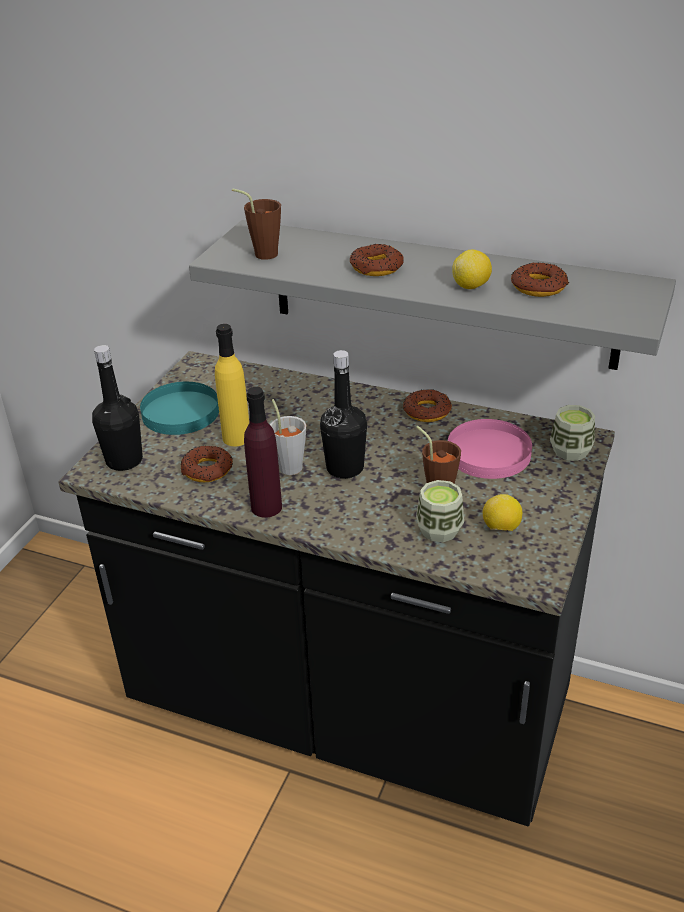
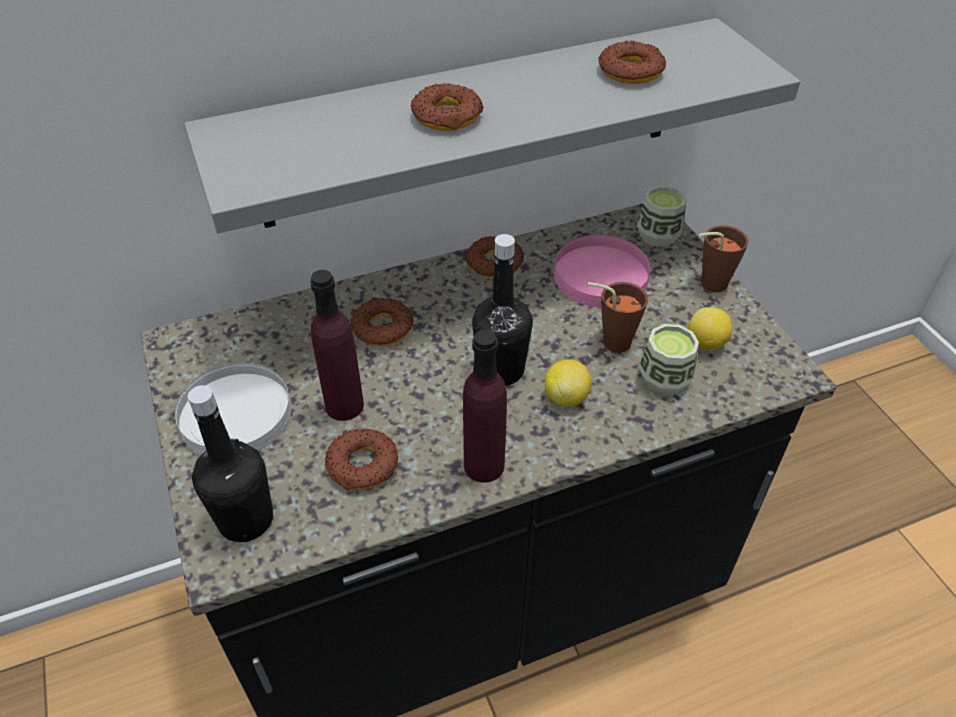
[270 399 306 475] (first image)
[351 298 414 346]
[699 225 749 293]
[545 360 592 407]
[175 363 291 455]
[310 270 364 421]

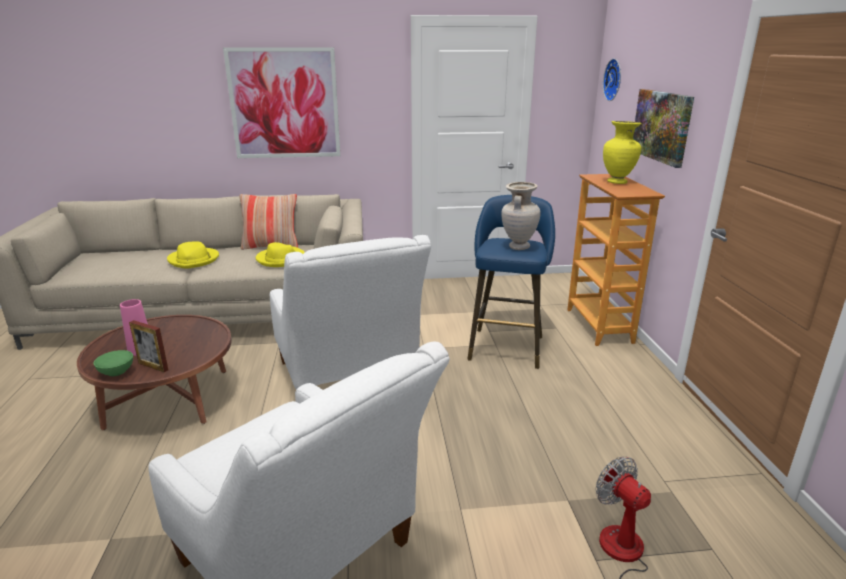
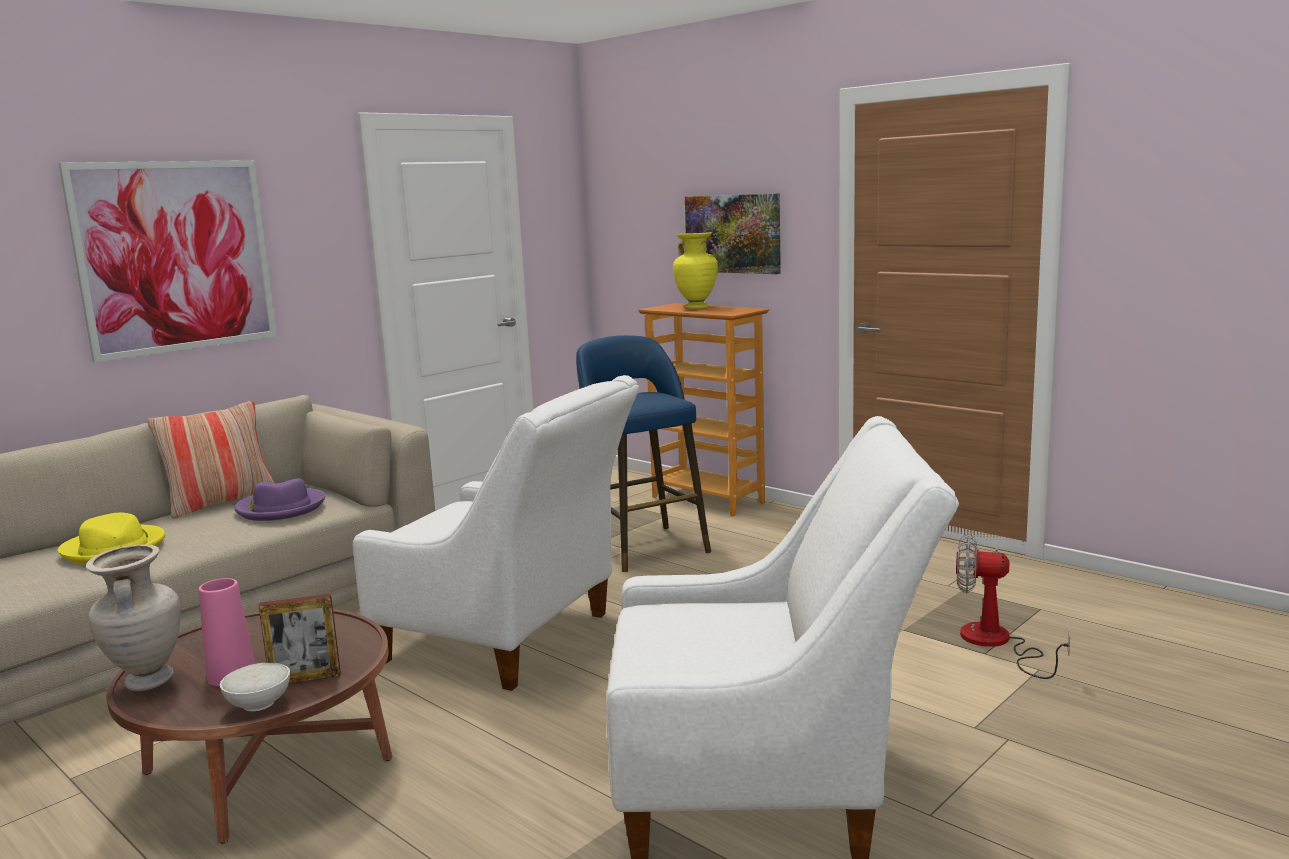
[603 58 621 101] (first image)
[86 544 181 691]
[220 663 290 711]
[234 479 326 521]

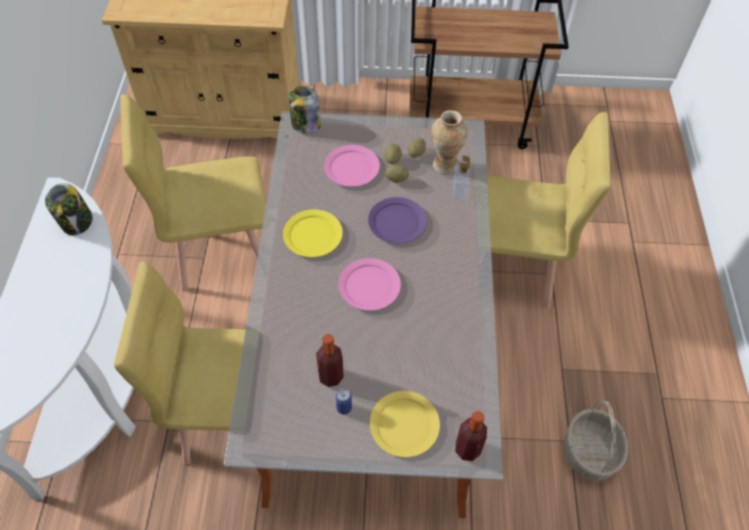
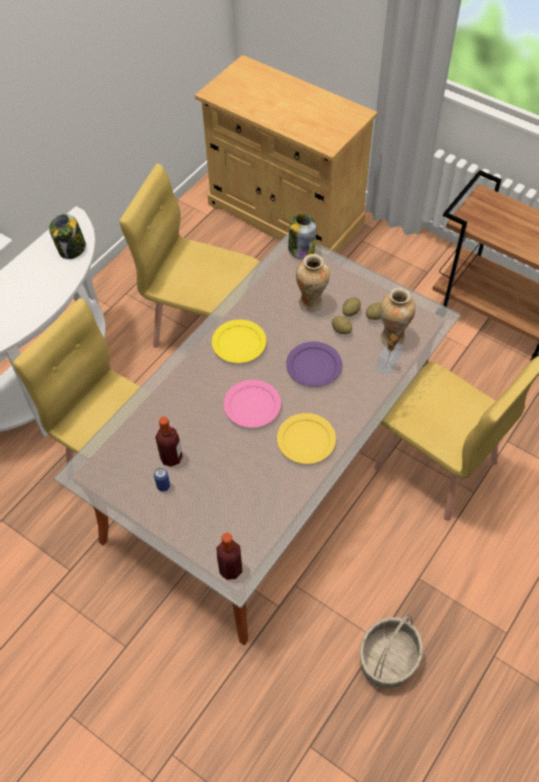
[277 413 336 464]
[296 254 330 312]

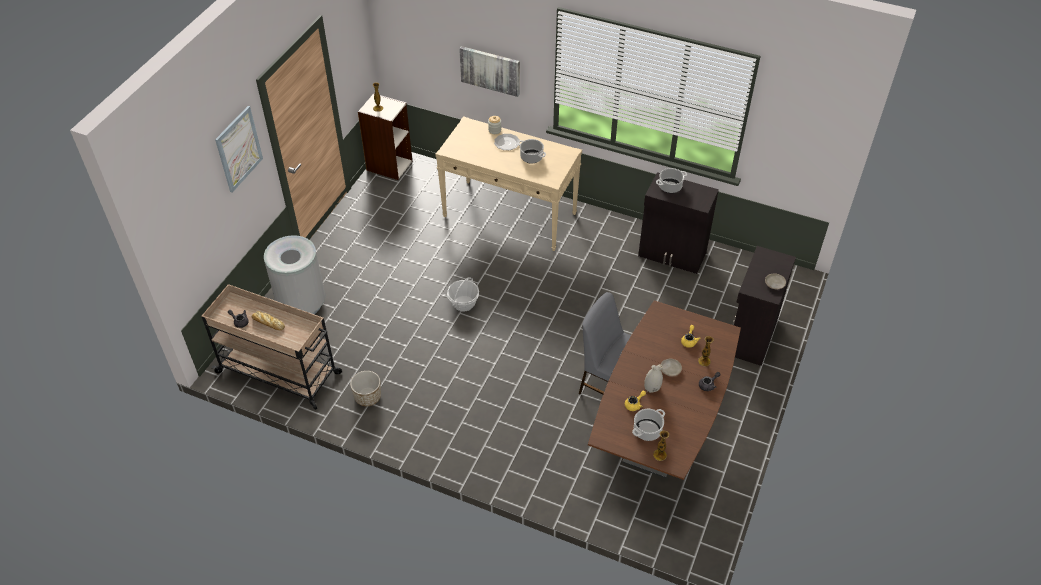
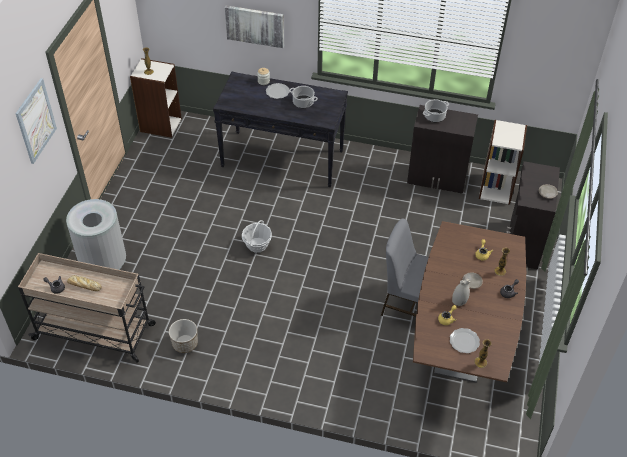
[479 120 527 205]
[450 328 480 353]
[213 71 348 187]

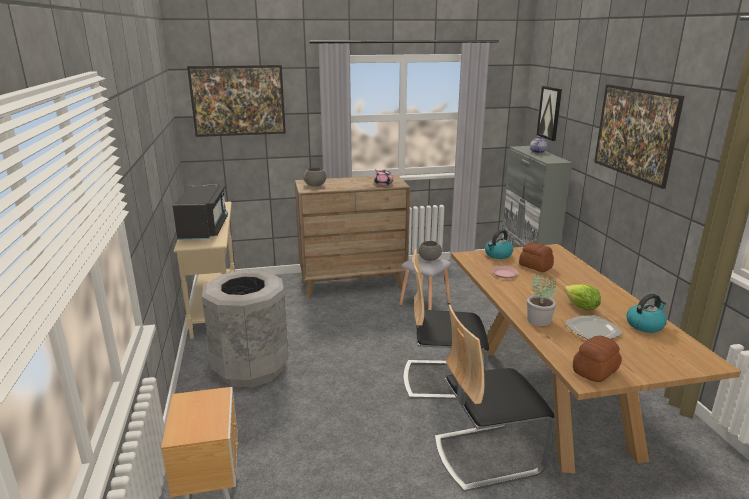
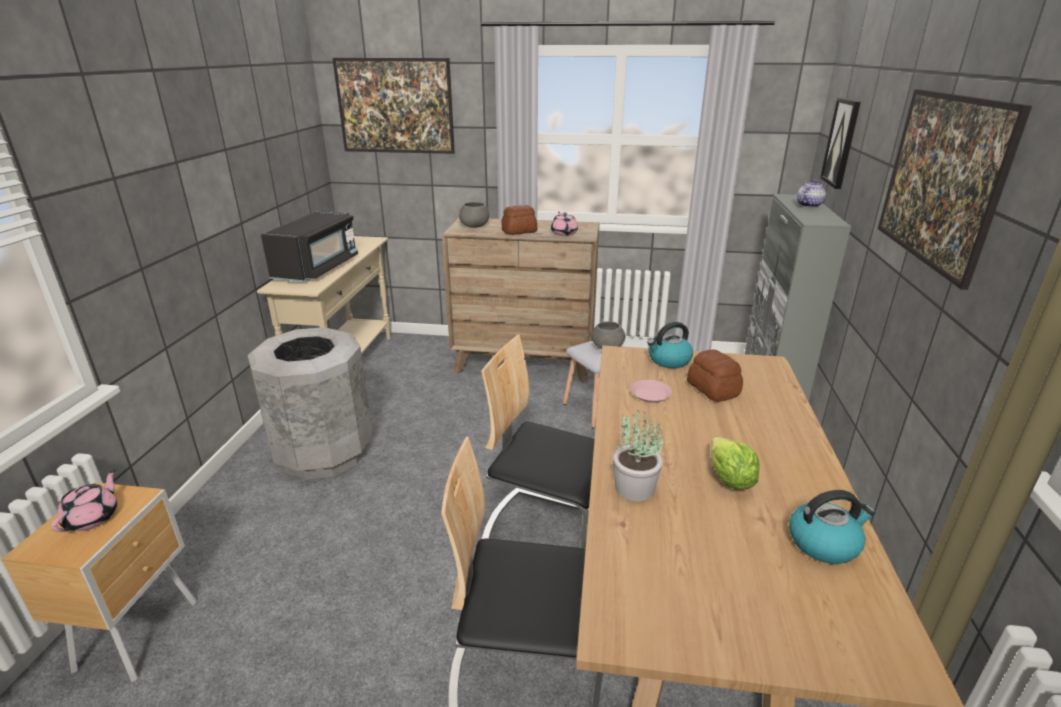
[565 315 622 339] (first image)
[51 469 117 532]
[501 205 537 235]

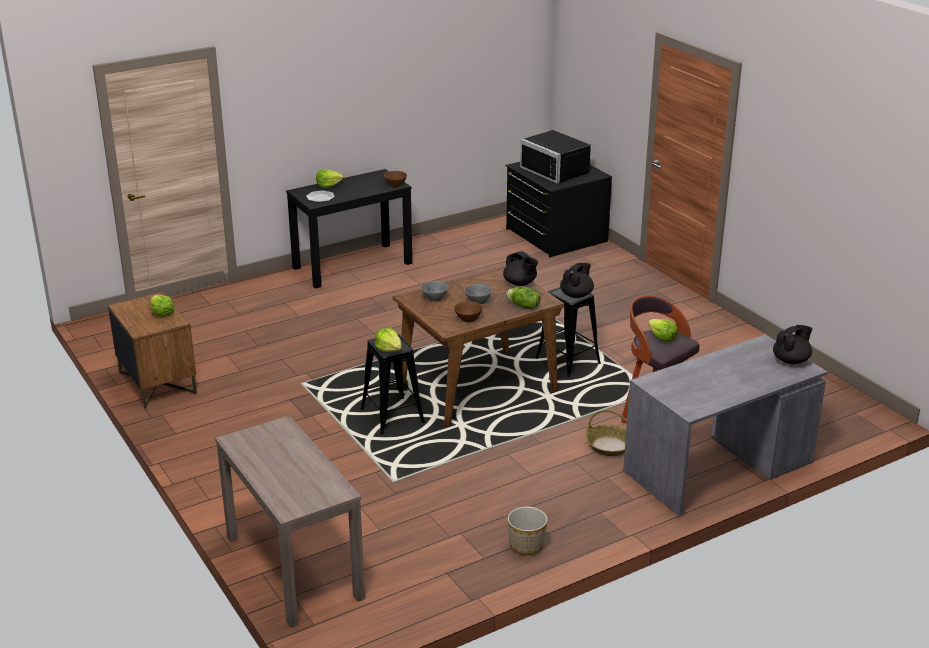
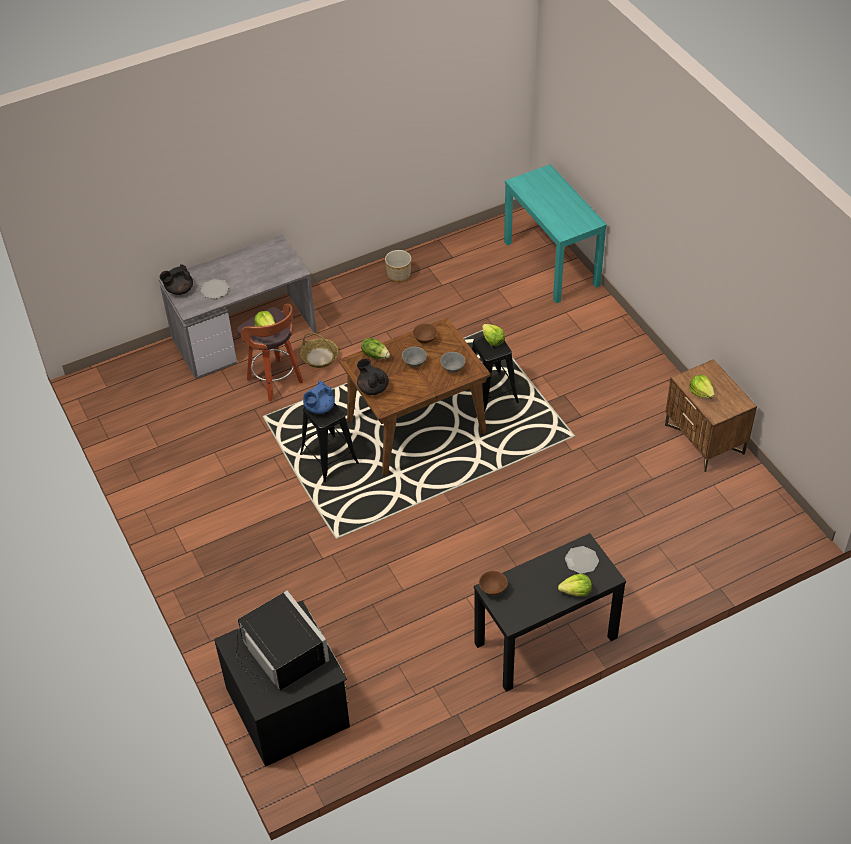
[200 279 229 299]
[504 164 607 303]
[303 381 335 414]

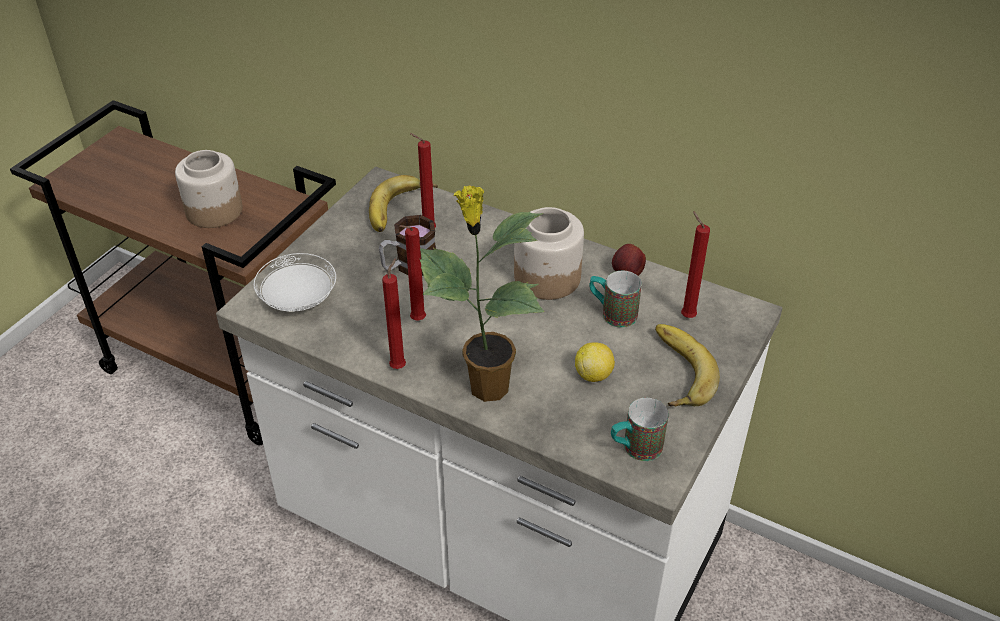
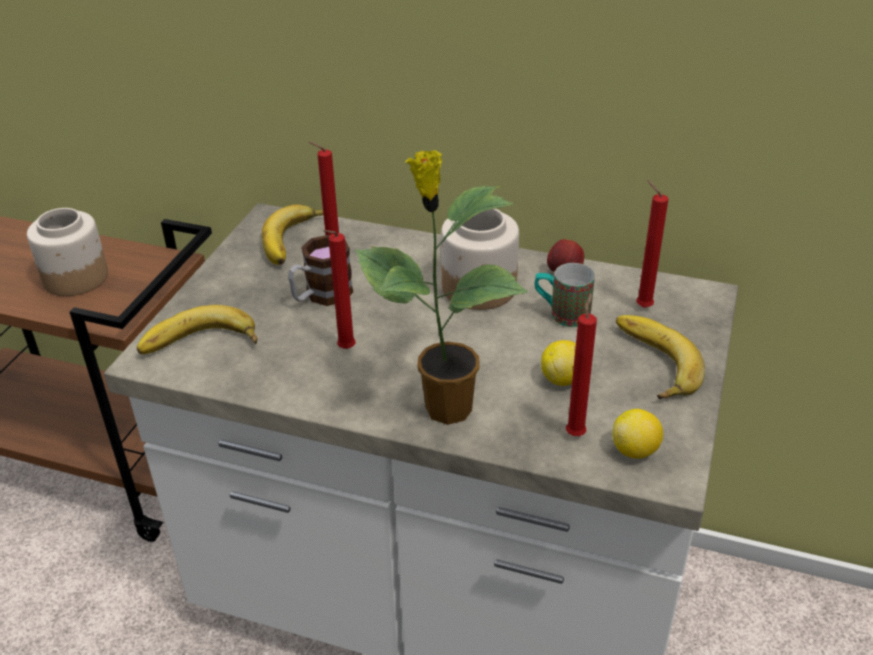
[566 293 597 436]
[137 305 258 354]
[612 409 663 459]

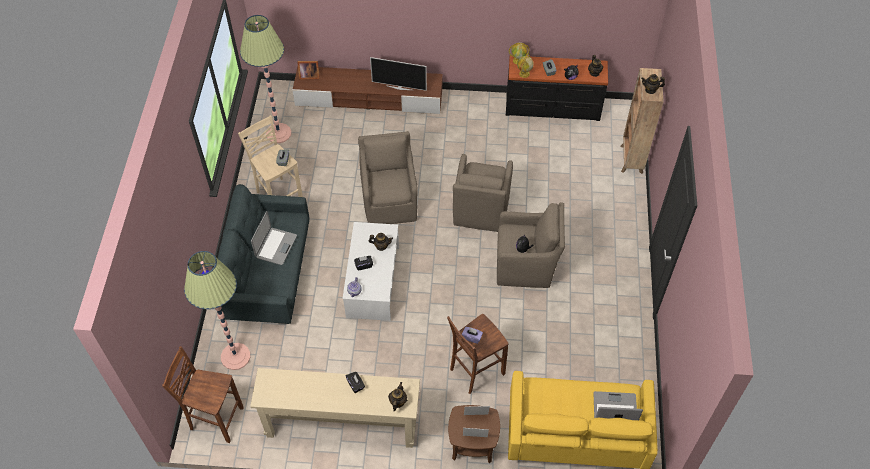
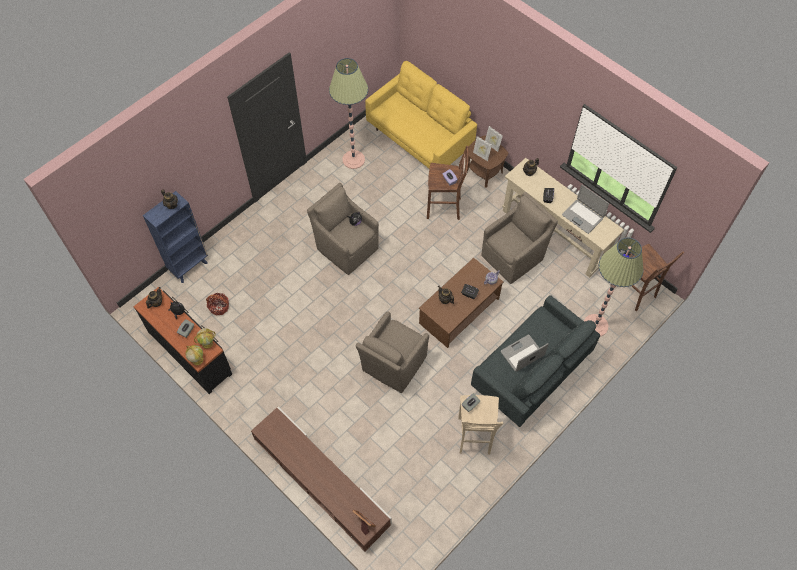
[370 57 427 91] (first image)
[206 293 229 316]
[329 58 368 169]
[481 192 558 284]
[562 185 609 234]
[419 258 503 348]
[143 191 208 283]

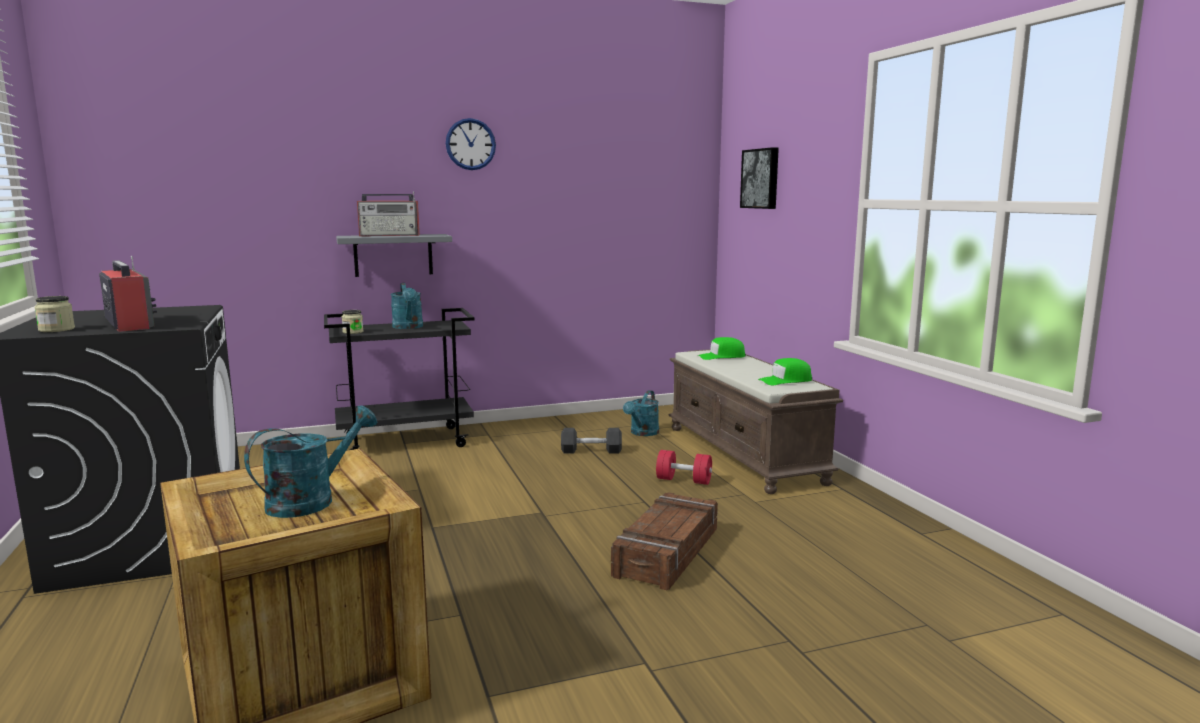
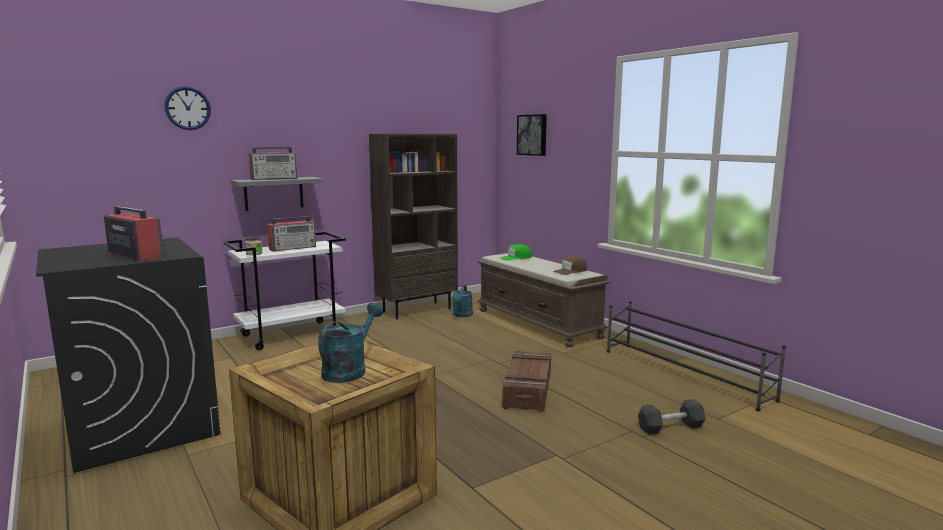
[35 296 75 332] (first image)
[656 450 712 485] (first image)
[369 134 458 319]
[607 301 786 411]
[165 86 211 130]
[638 399 706 435]
[267 215 316 252]
[223 232 346 351]
[553 256 587 275]

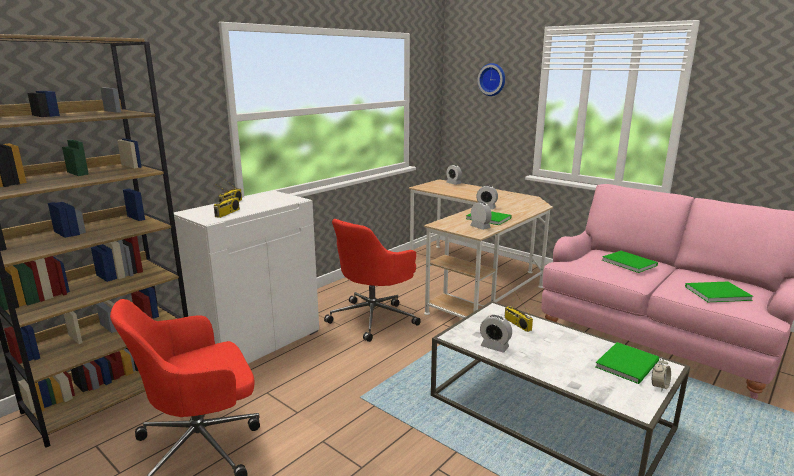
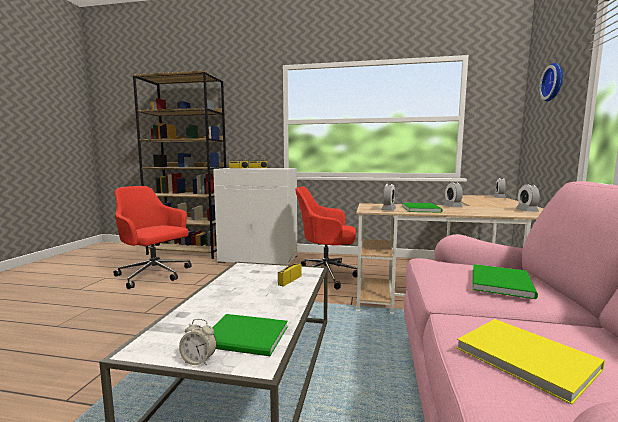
[516 184 540 212]
[457 319 605 405]

